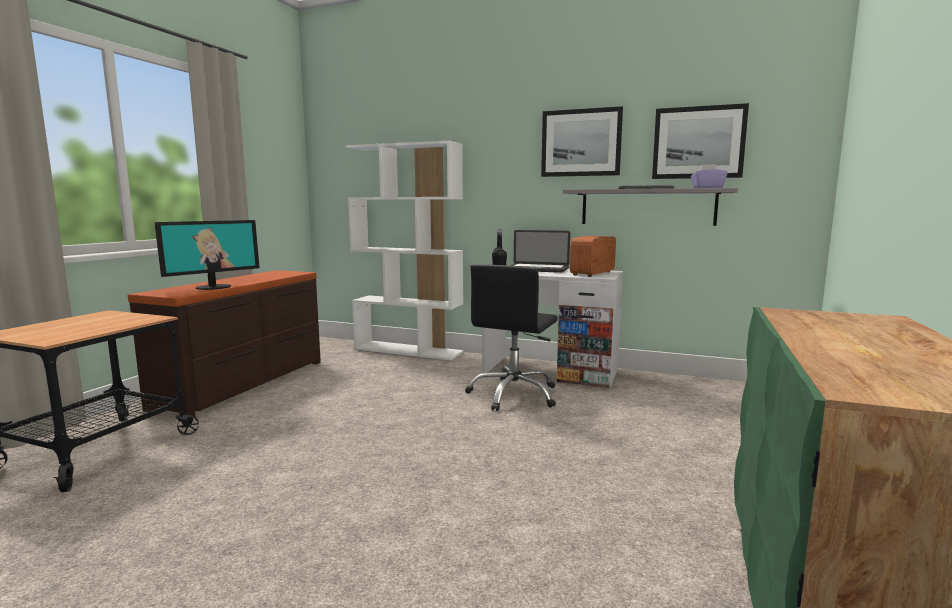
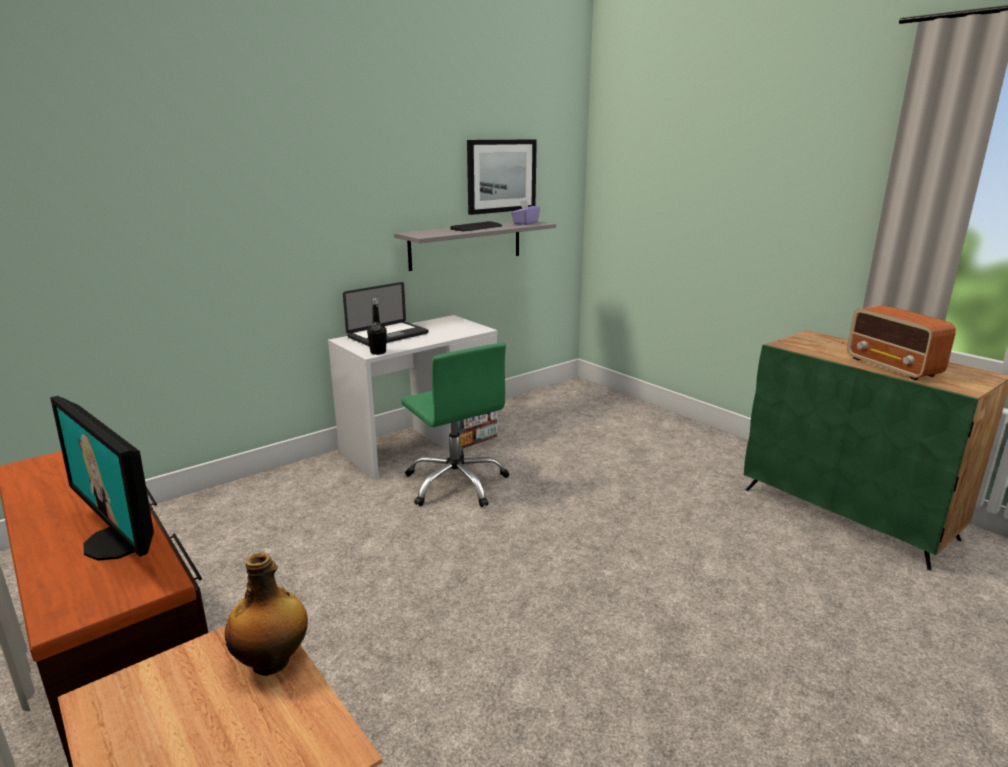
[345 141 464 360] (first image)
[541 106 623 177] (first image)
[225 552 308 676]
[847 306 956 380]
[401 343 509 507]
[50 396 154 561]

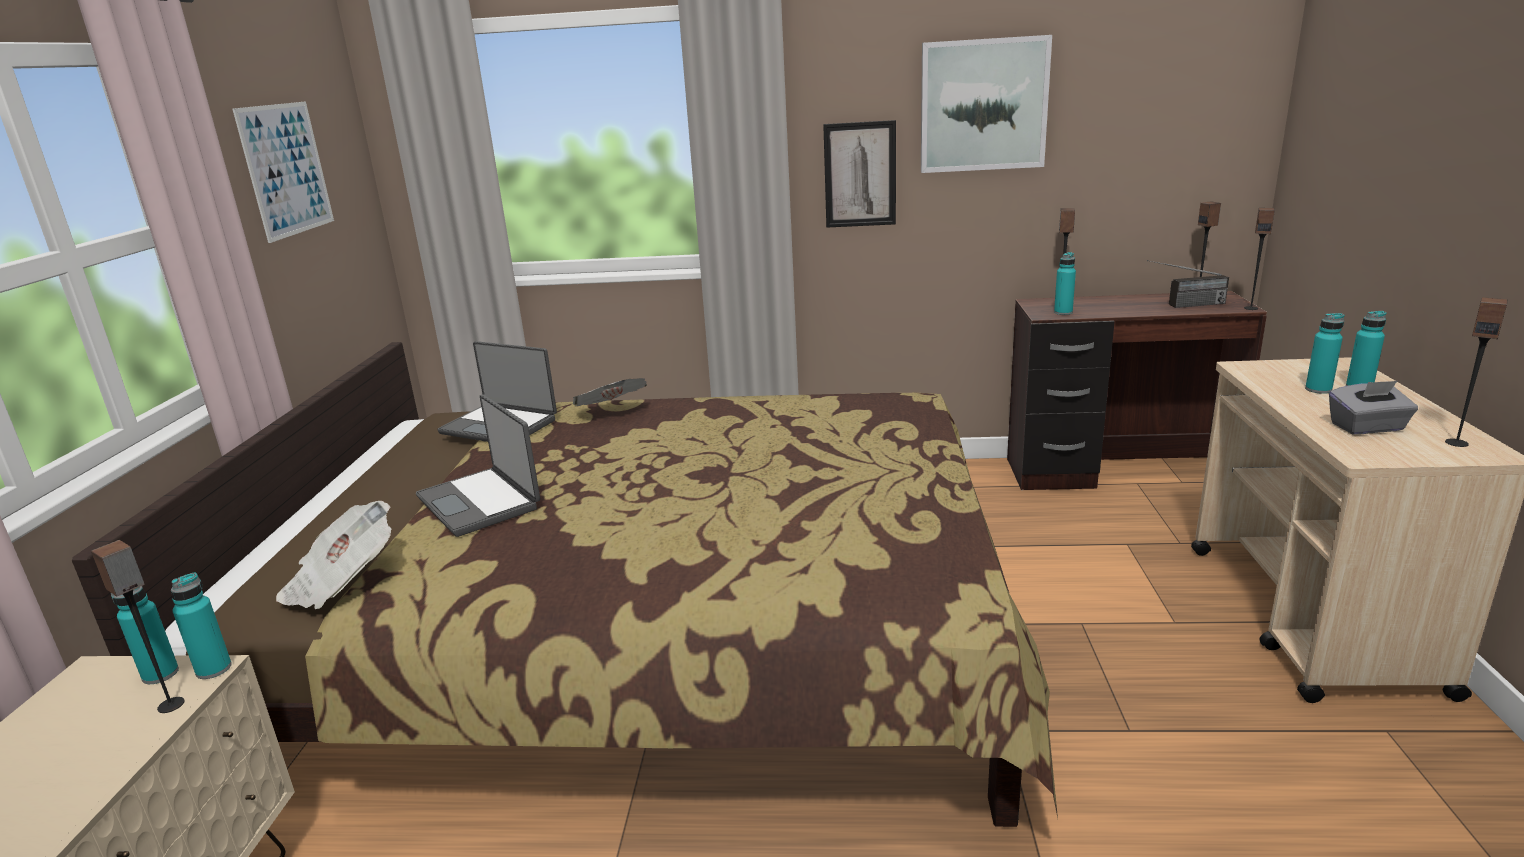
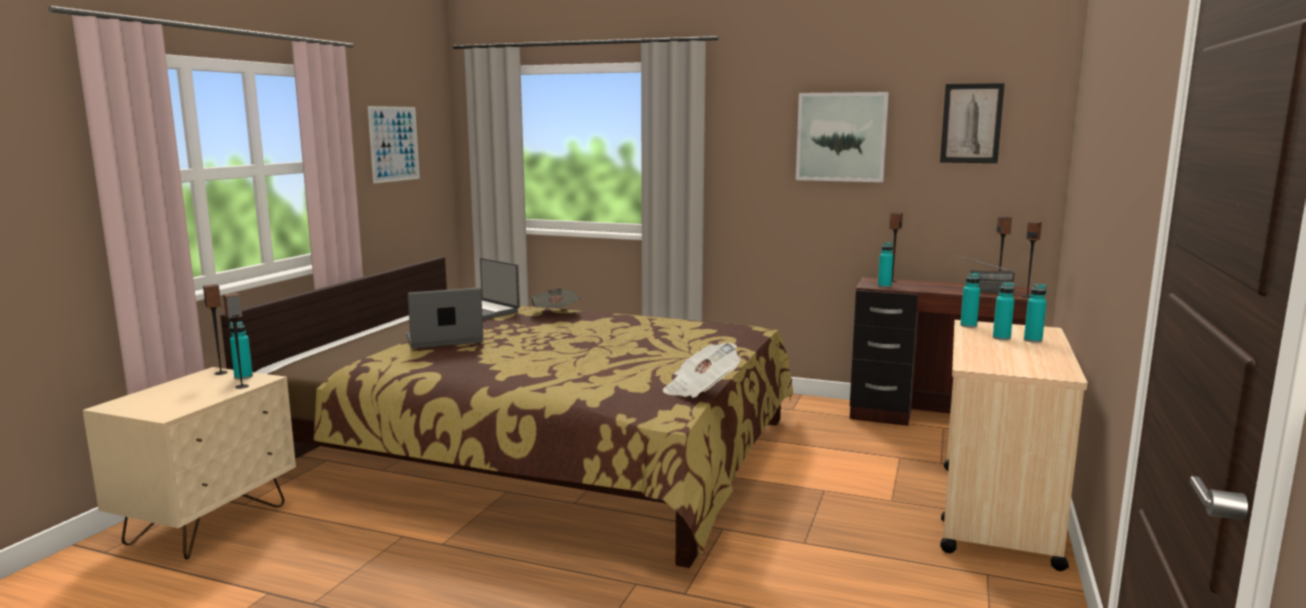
[1329 381 1418 435] (first image)
[960 273 980 328]
[663 343 740 398]
[940 83 1005 163]
[203 284 228 375]
[407 288 483 349]

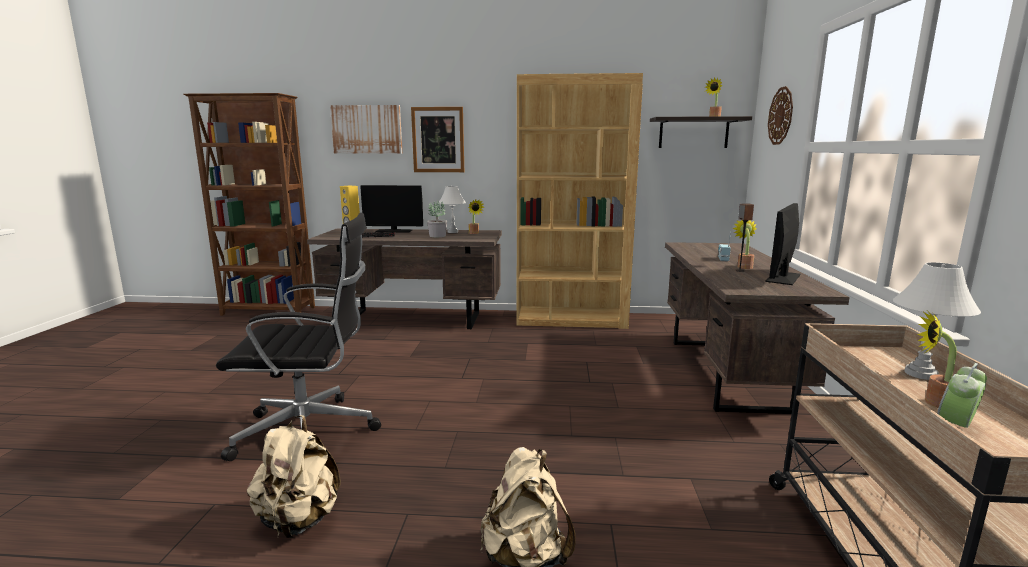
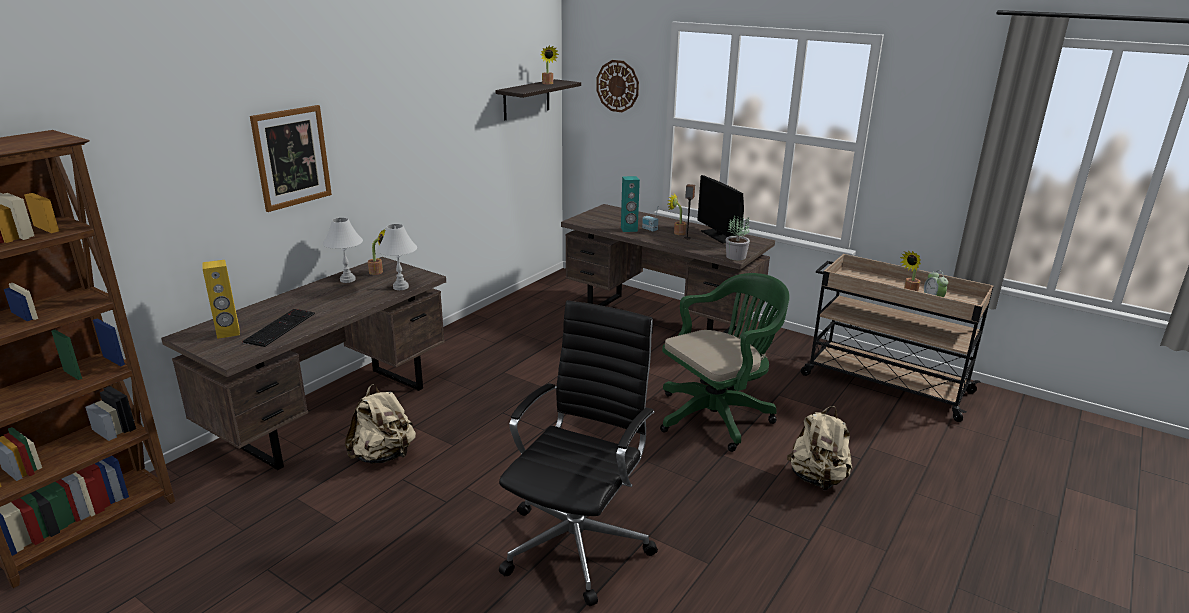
[330 105 402 153] (first image)
[360 185 423 232] (first image)
[517 73 643 329] (first image)
[621 176 640 232]
[660 273 790 452]
[345 384 416 464]
[726 215 750 260]
[377 224 417 290]

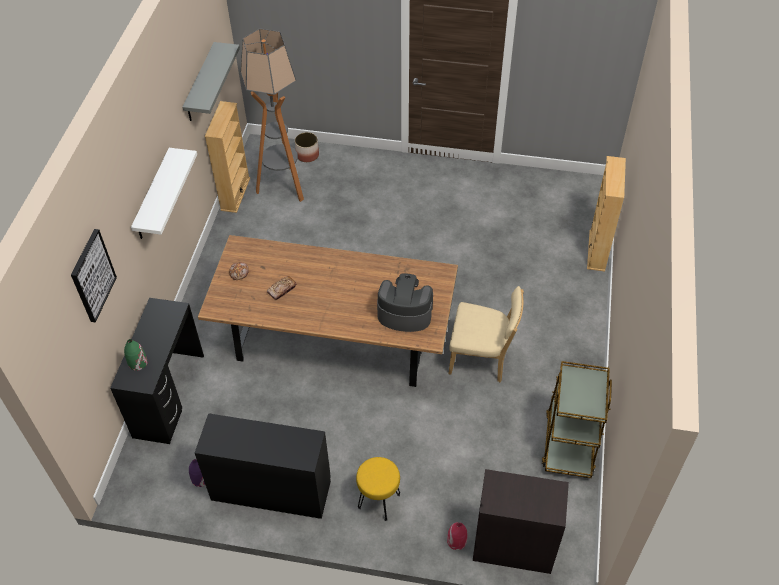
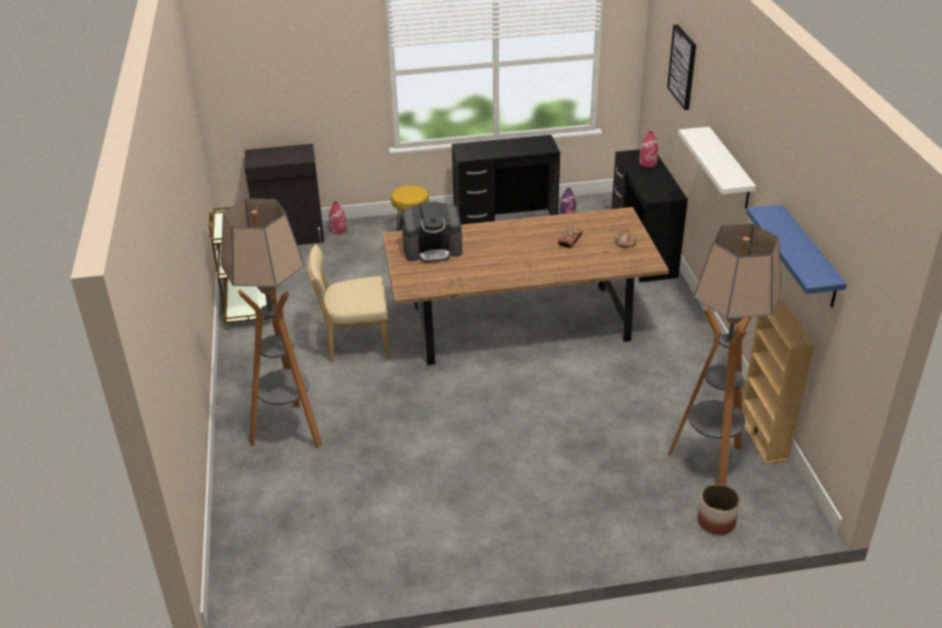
[587 156 626 271] (first image)
[221 198 322 448]
[639 131 658 167]
[746 204 847 308]

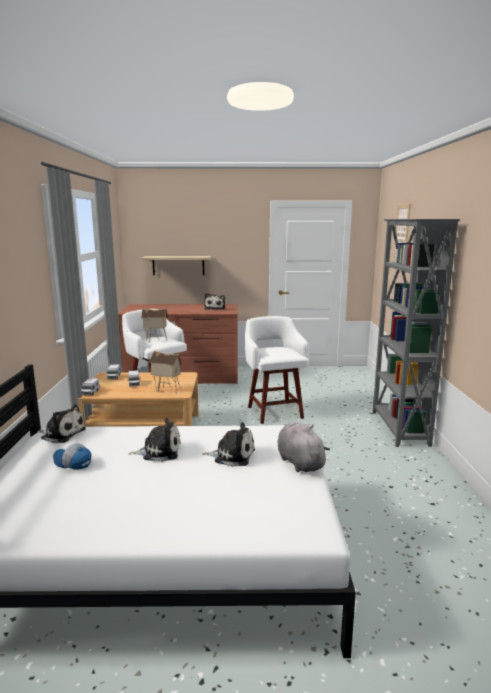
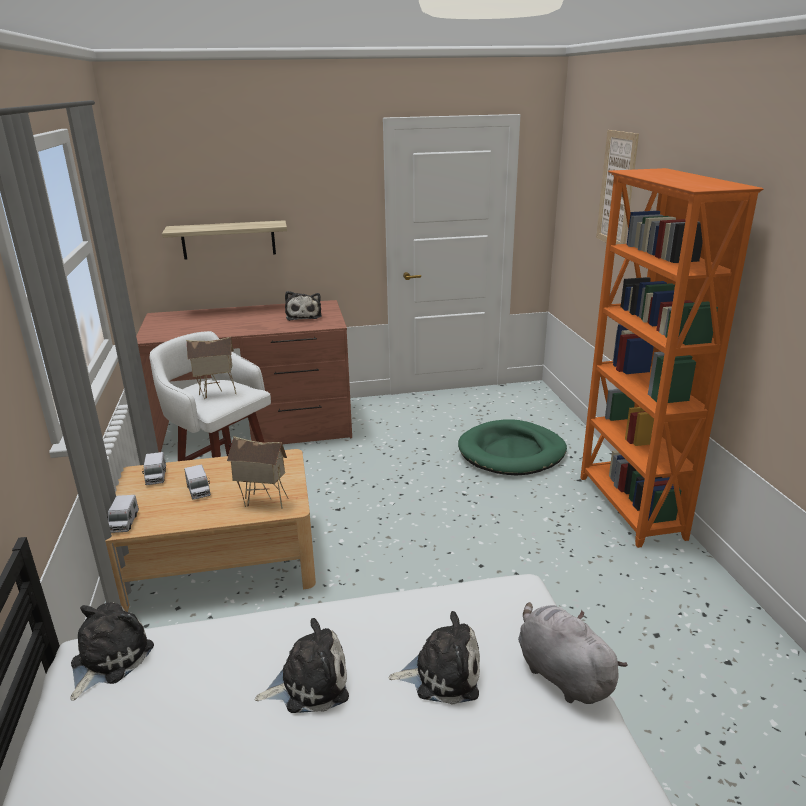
[53 444 91 470] (first image)
[245 316 309 424] (first image)
[458 419 567 475]
[580 168 764 548]
[70 602 154 701]

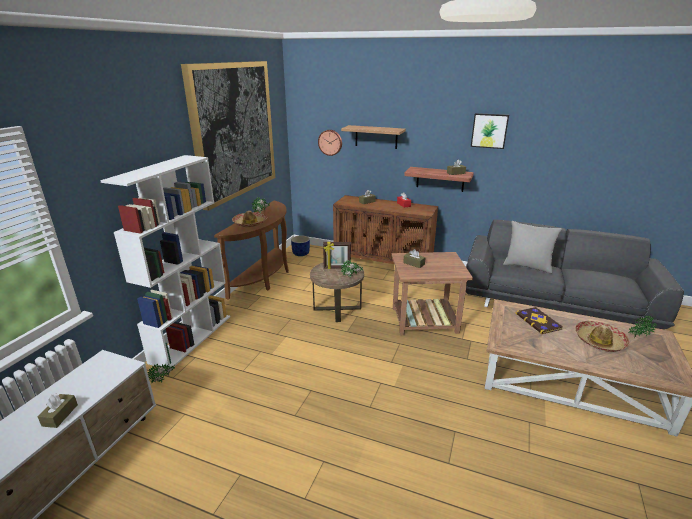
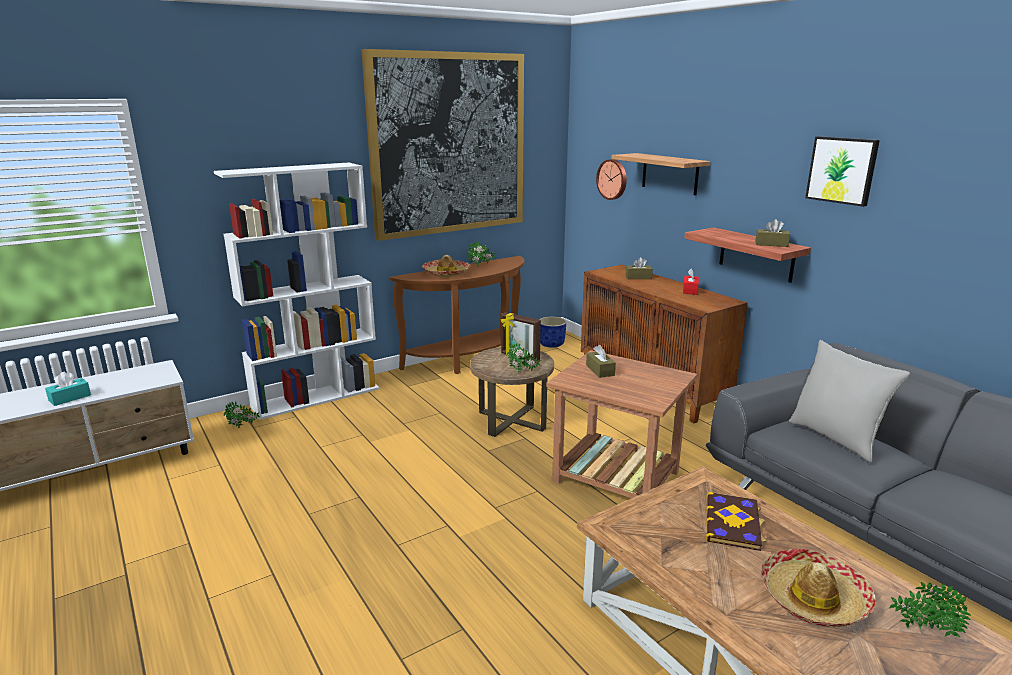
[45 372 91 406]

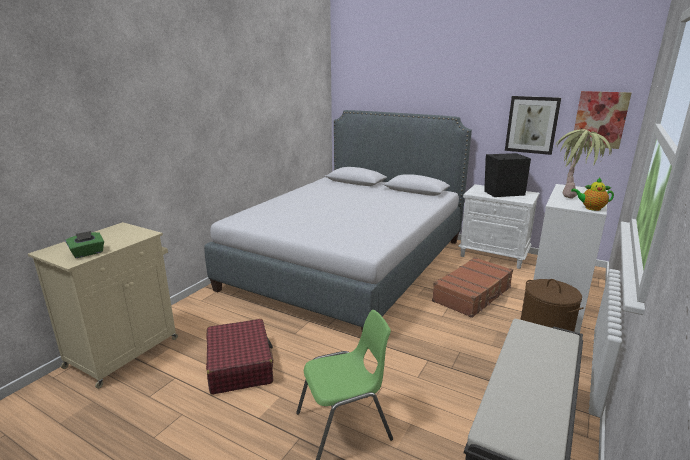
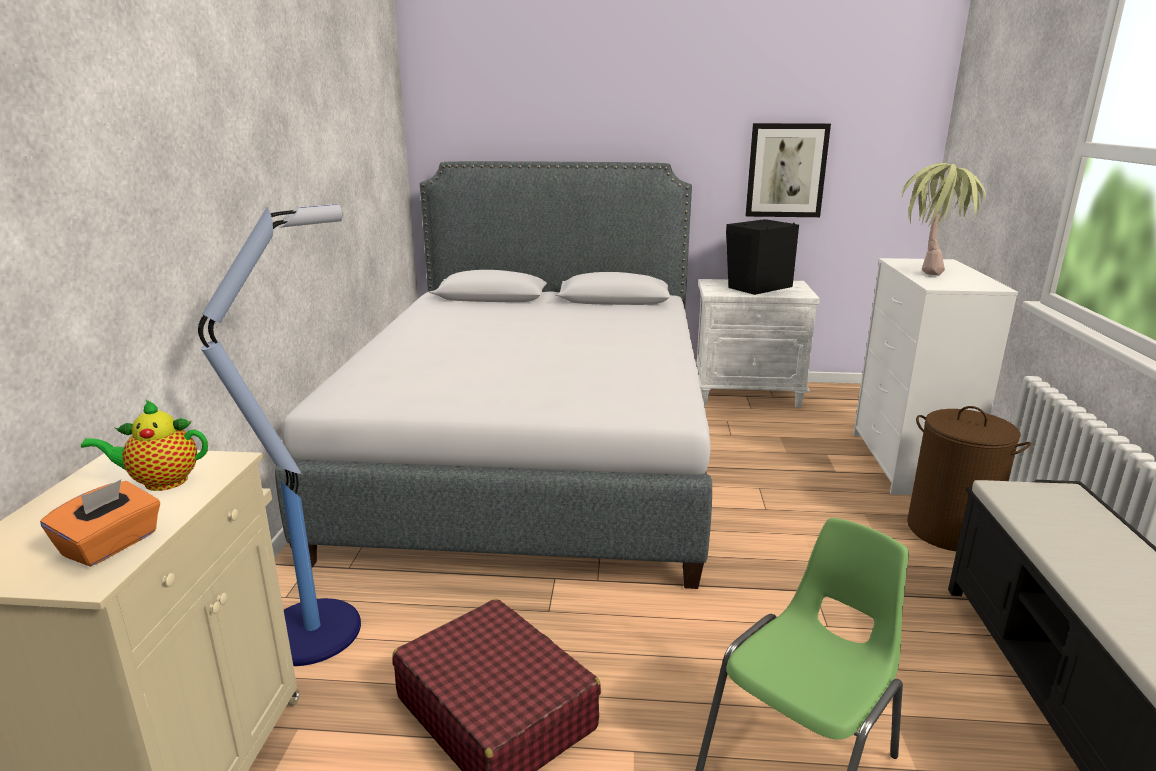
[432 257 513 318] (first image)
[574 91 631 149] (first image)
[198 204 361 666]
[81 399 208 491]
[40 480 161 567]

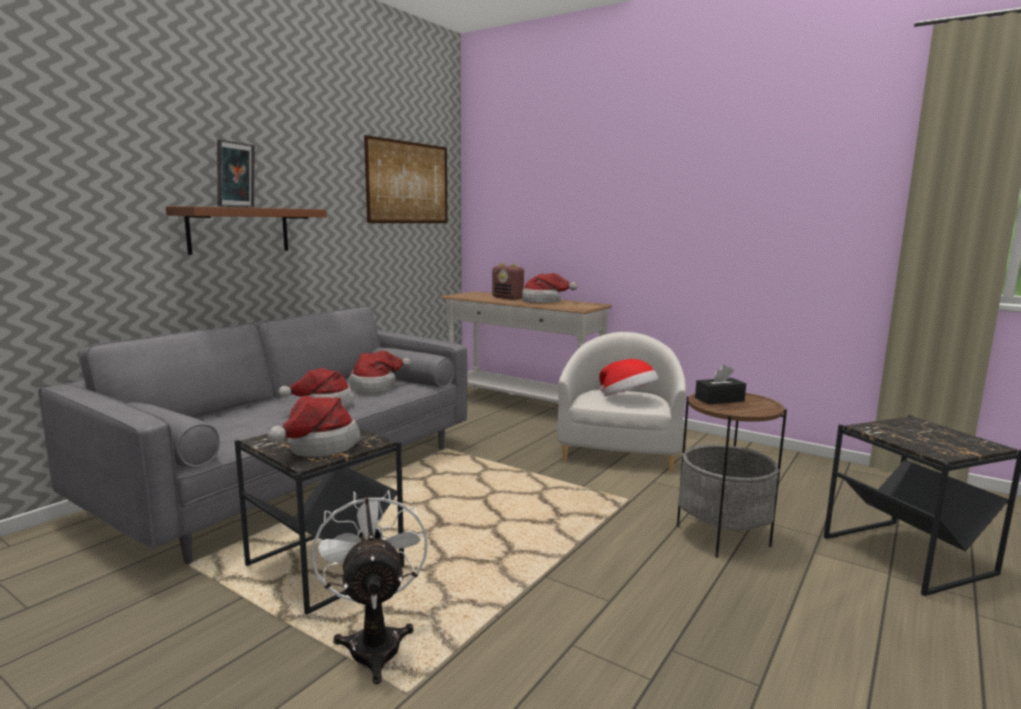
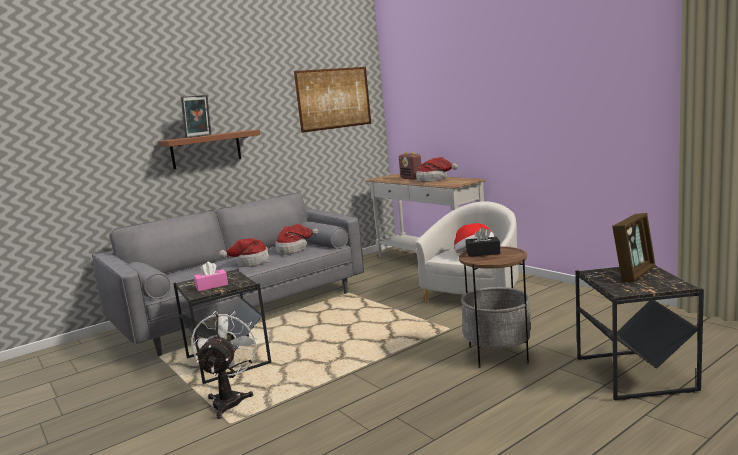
[612 213 656 282]
[194 262 228 291]

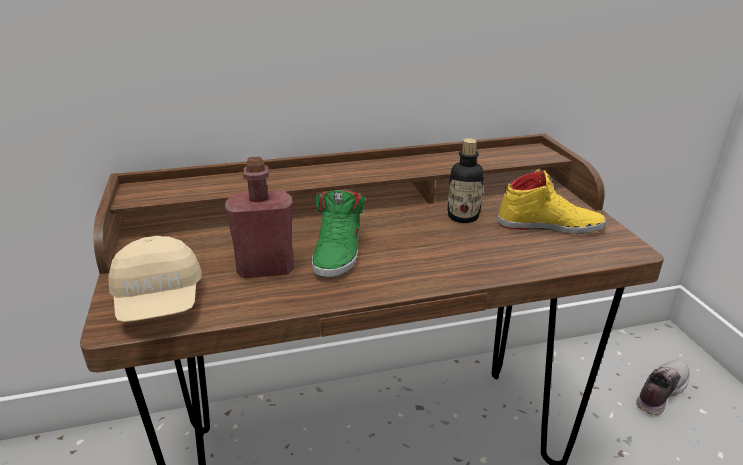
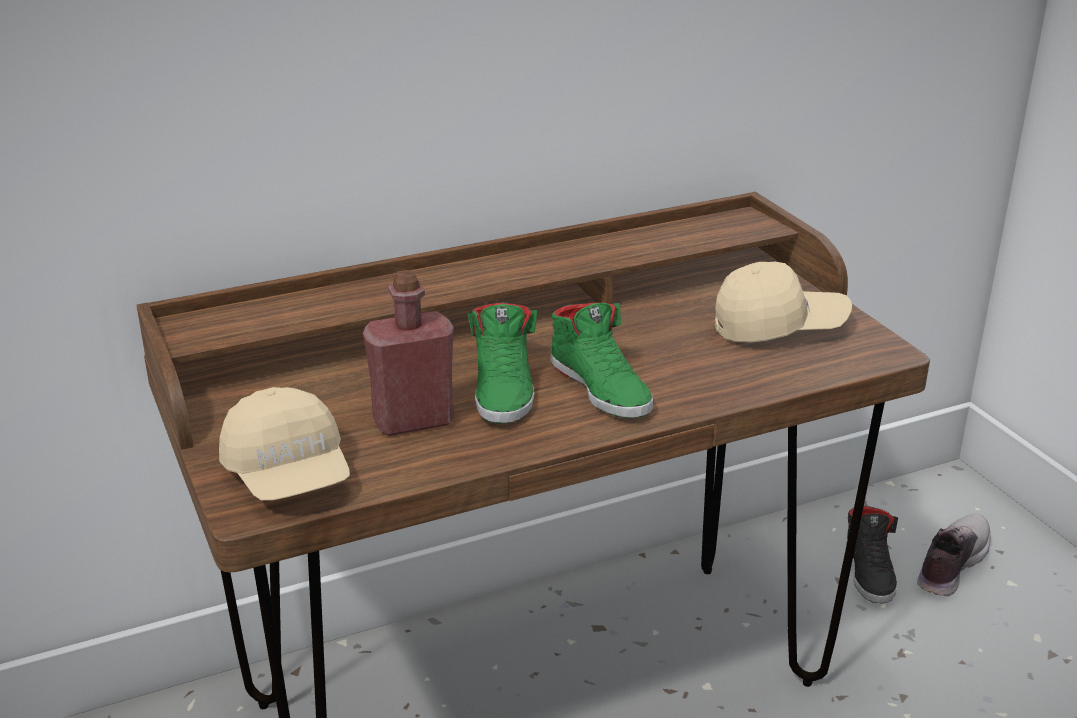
[447 138 484 223] (first image)
[550 302 653 418]
[846 506 898 604]
[715 262 852 342]

